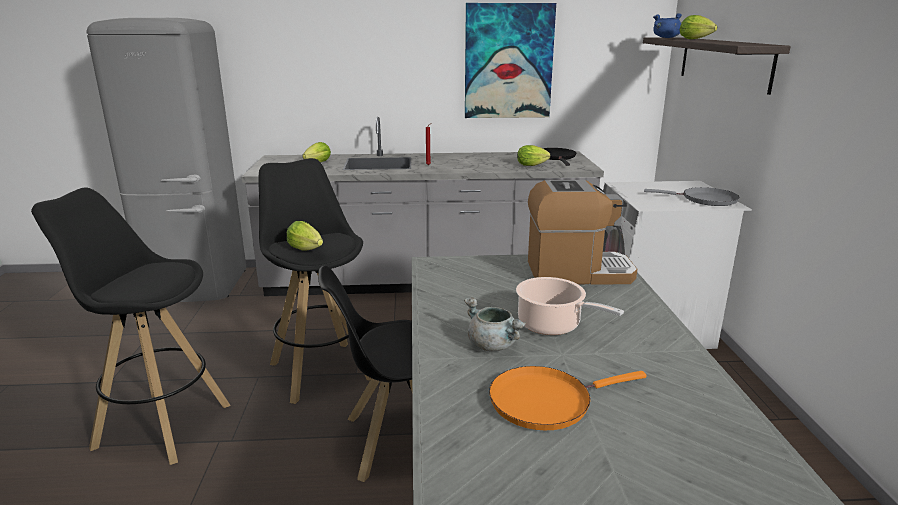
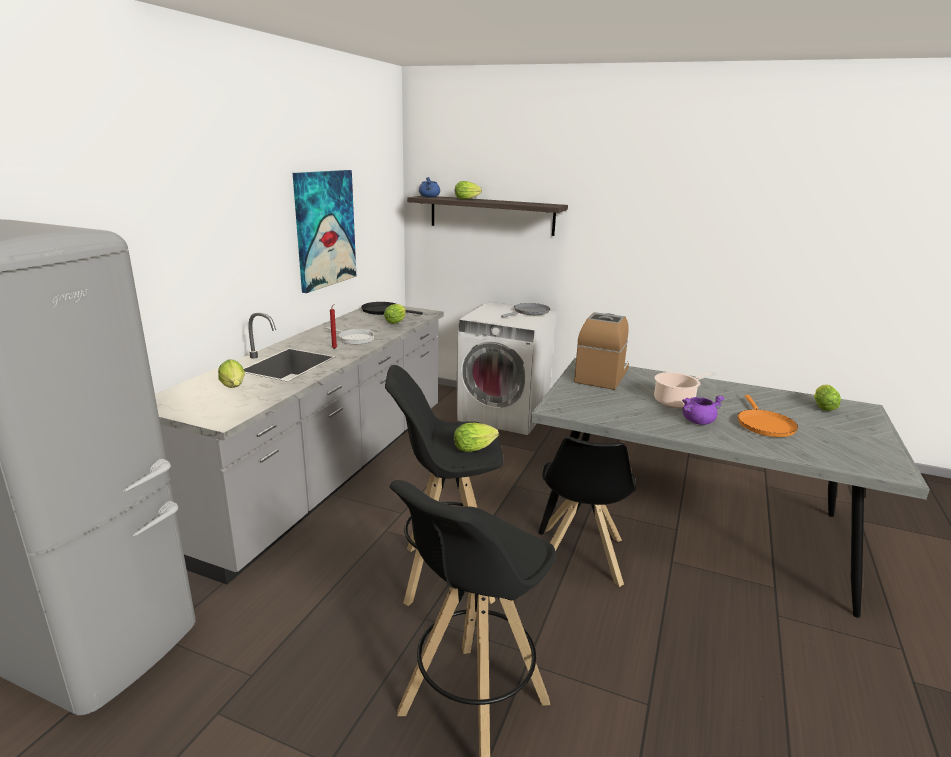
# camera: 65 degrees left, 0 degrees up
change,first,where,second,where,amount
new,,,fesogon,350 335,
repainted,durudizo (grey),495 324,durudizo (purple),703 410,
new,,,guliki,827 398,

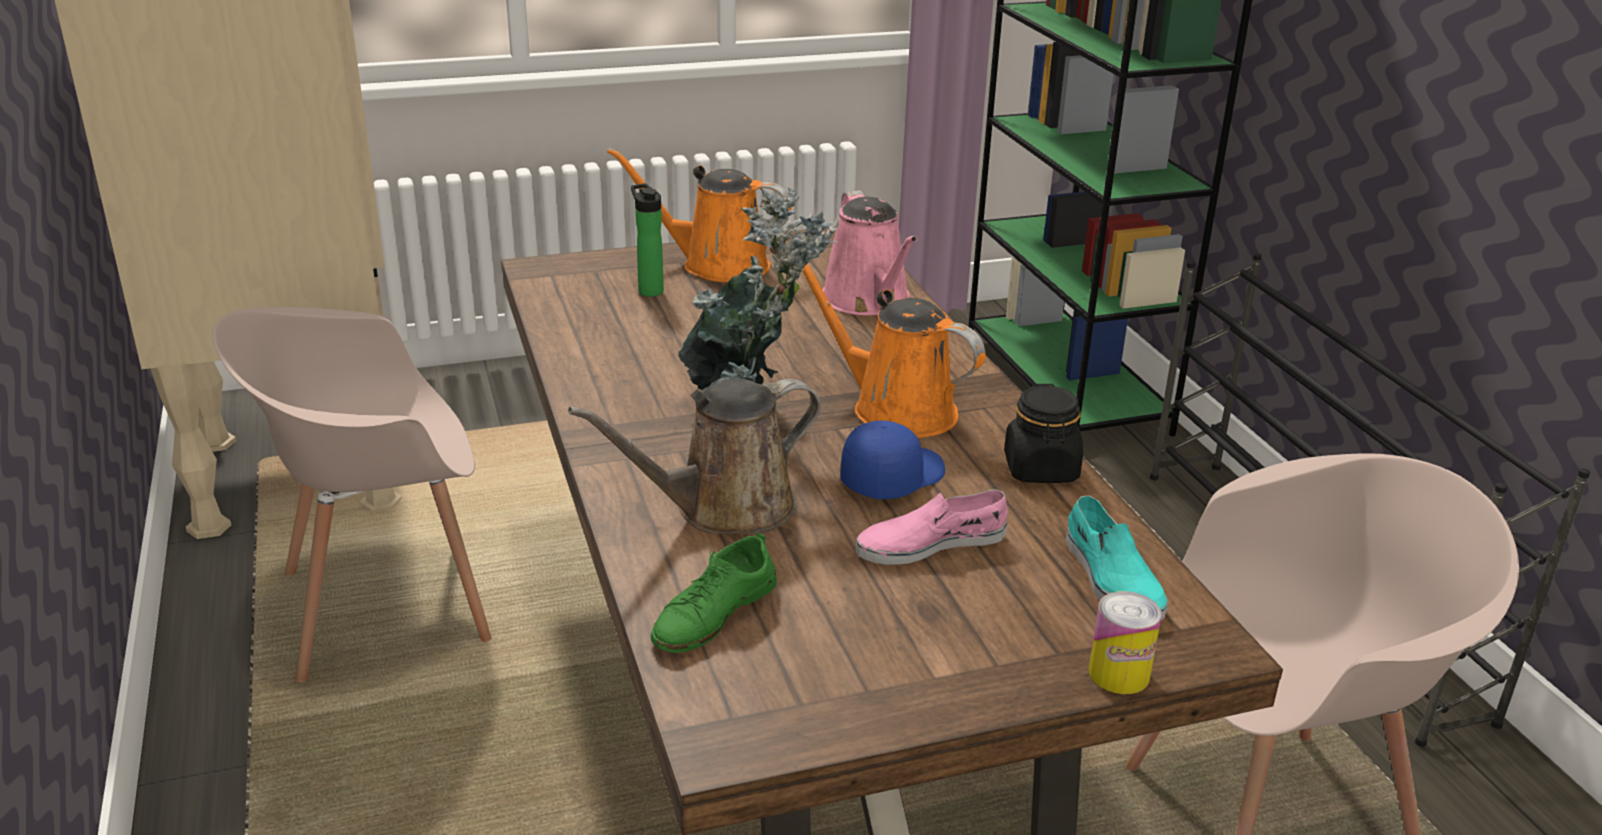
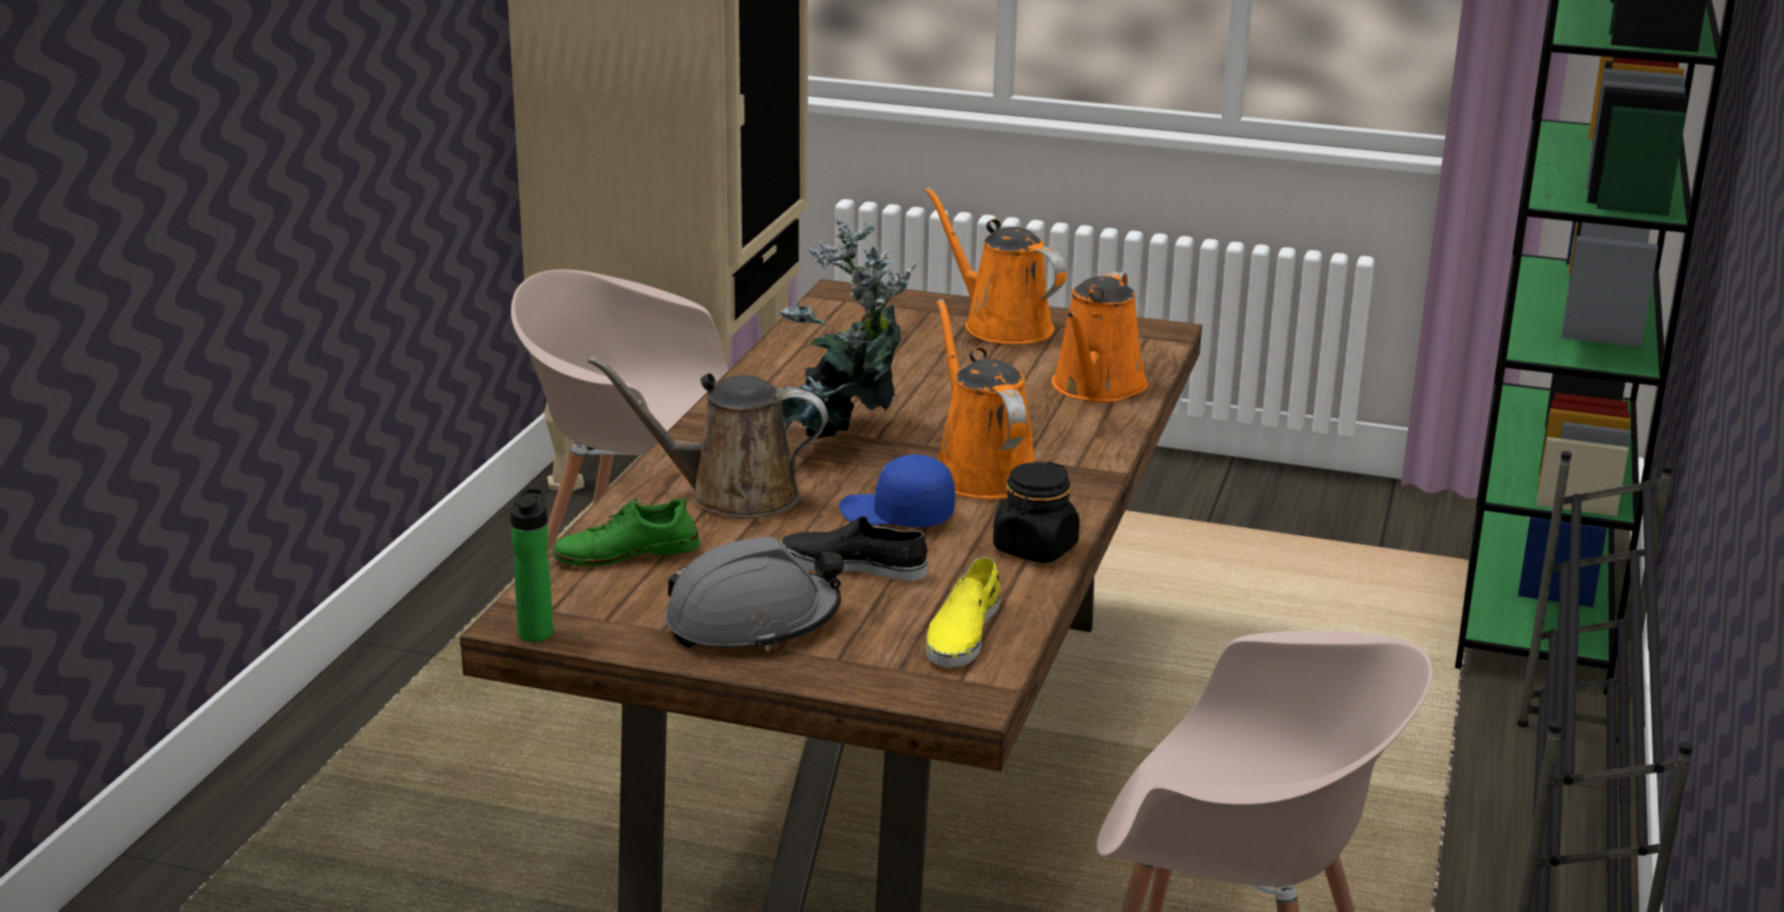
# camera: 35 degrees right, 5 degrees down
change,first,where,second,where,amount
shifted,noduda,647 240,,531 564,
new,,,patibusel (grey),754 593,
repainted,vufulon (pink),932 527,vufulon (black),854 548,
rotated,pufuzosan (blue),892 460,,897 491,150 degrees counterclockwise
repainted,vufulon (turquoise),1117 558,vufulon (yellow),963 612,
repainted,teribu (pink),870 253,teribu (orange),1100 336,
gone,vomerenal,1125 642,,,

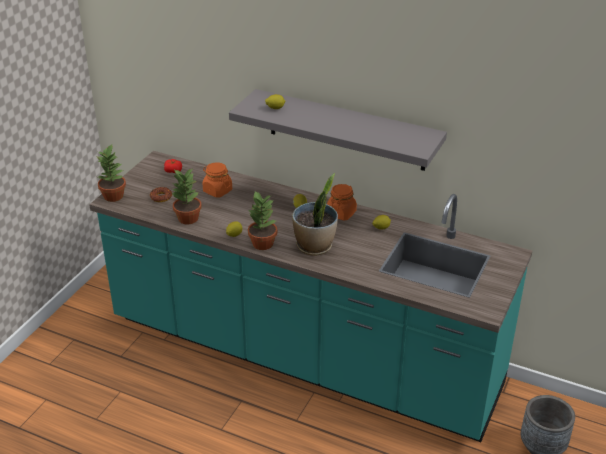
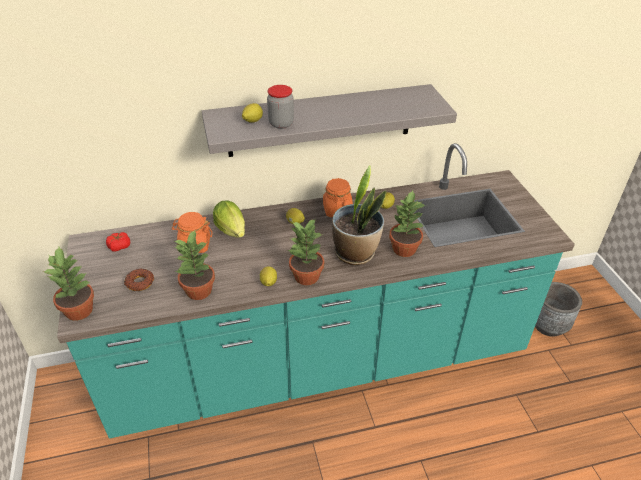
# camera: 40 degrees left, 5 degrees up
change,first,where,second,where,amount
new,,,guliki,229 219,
new,,,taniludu,280 107,
new,,,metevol,407 224,

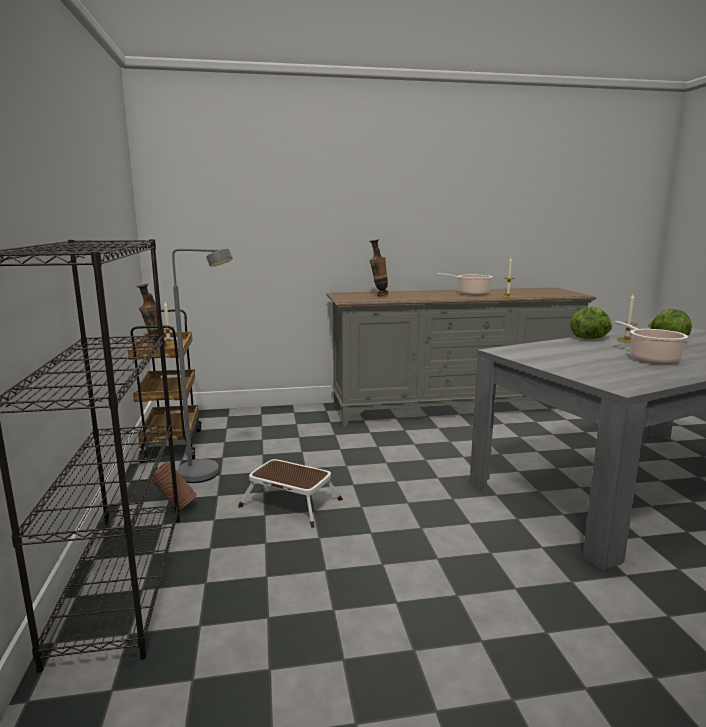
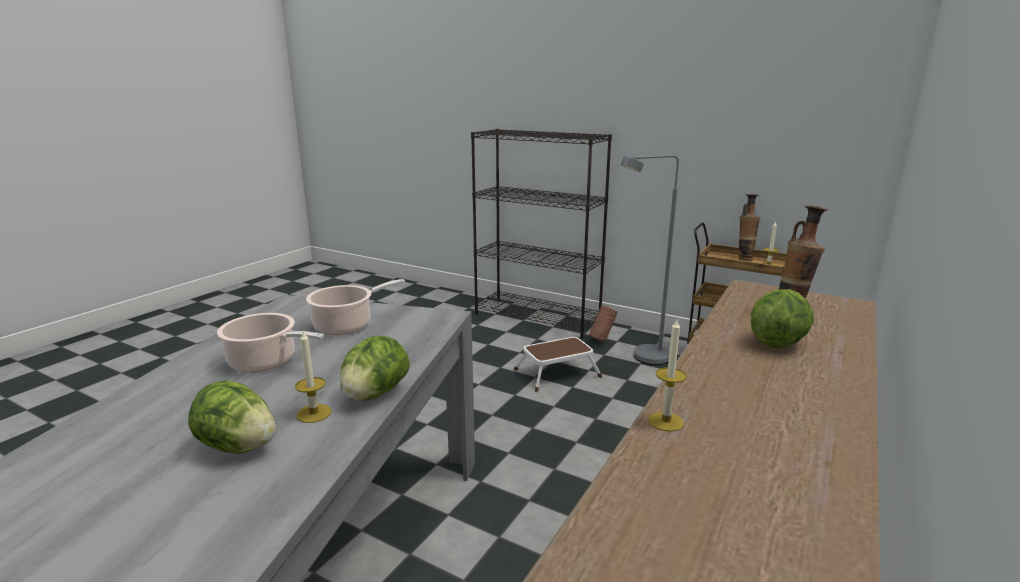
# camera: 130 degrees right, 5 degrees up
change,first,where,second,where,amount
shifted,durudizo,464 284,,355 307,
new,,,guliki,782 318,

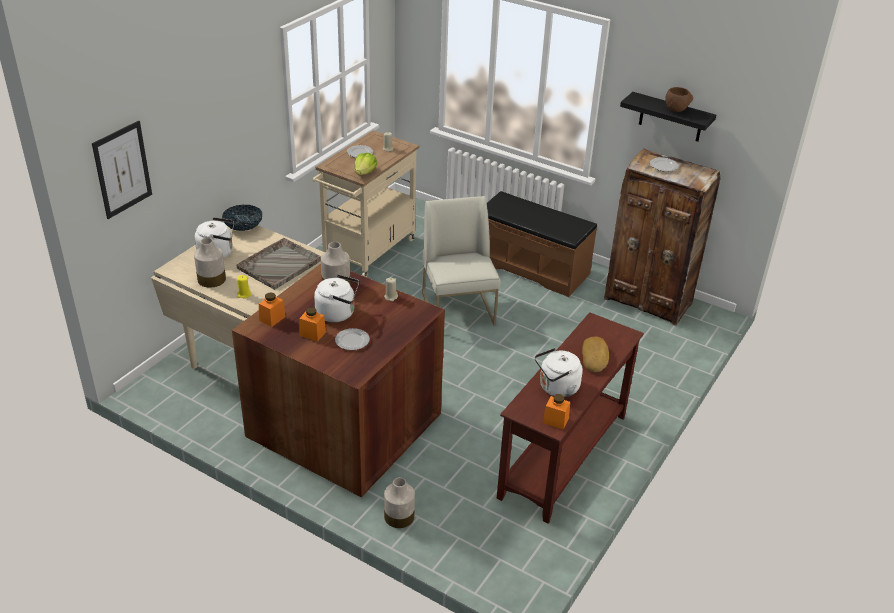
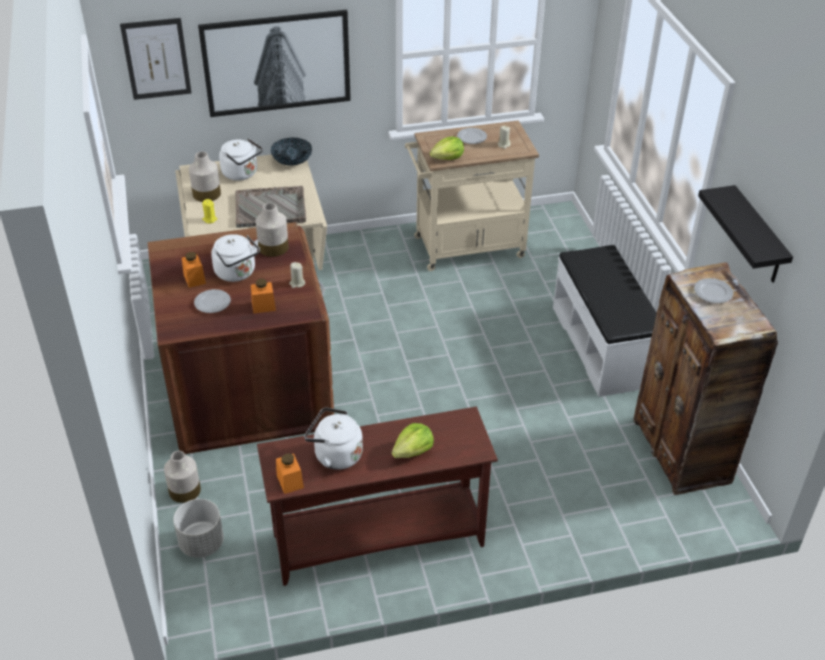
# camera: 45 degrees right, 5 degrees up
change,first,where,second,where,amount
new,,,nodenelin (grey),198 528,
new,,,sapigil,274 63,
shifted,taniludu (orange),272 309,,263 296,
swapped,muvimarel,595 354,guliki,413 440,
repainted,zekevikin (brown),542 244,zekevikin (white),605 321,
gone,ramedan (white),461 260,,,
gone,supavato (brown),679 99,,,

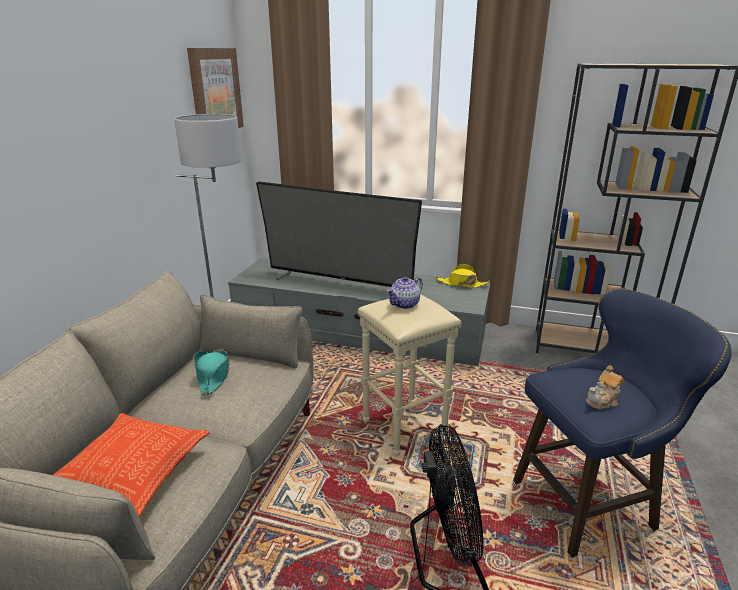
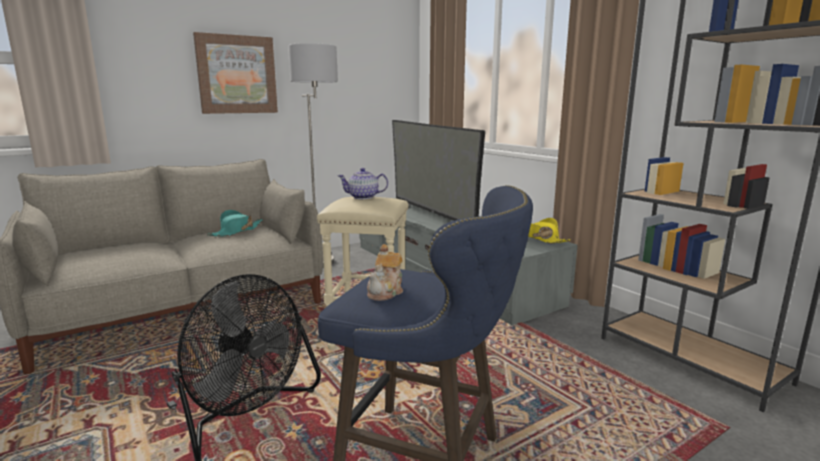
# camera: 40 degrees right, 10 degrees down
change,first,where,second,where,amount
shifted,sapigil,215 88,,235 73,
rotated,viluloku,605 387,,385 272,75 degrees counterclockwise
gone,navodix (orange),131 465,,,

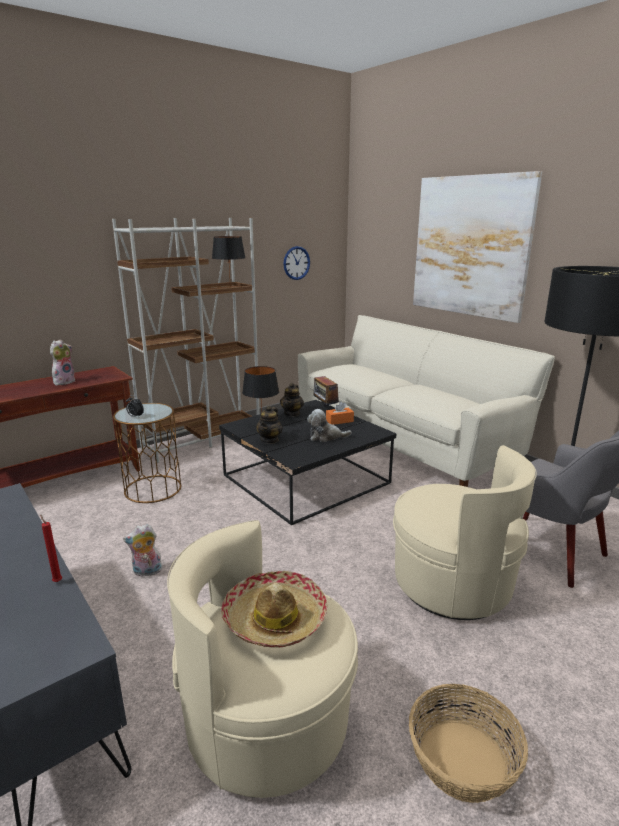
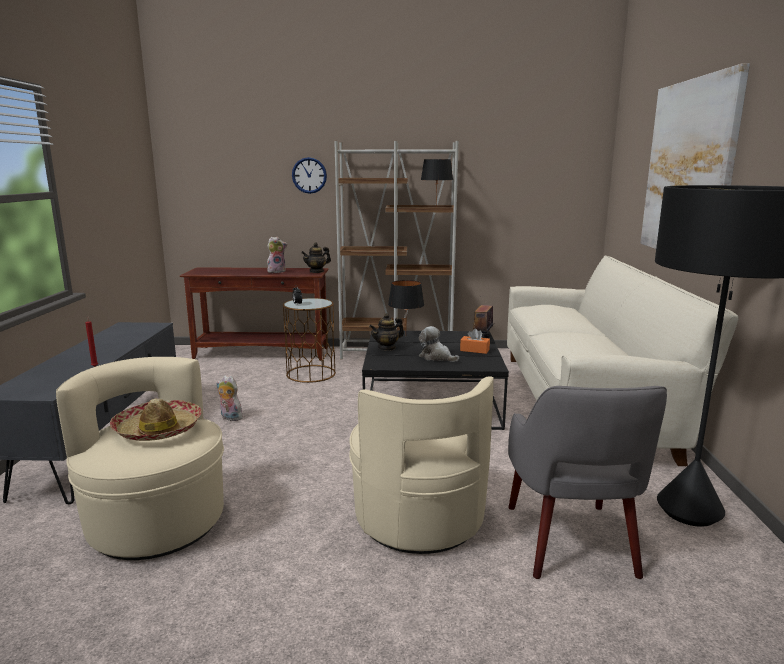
# camera: 40 degrees right, 5 degrees down
change,first,where,second,where,amount
shifted,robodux,296 263,,309 175,
shifted,viluloku,292 400,,316 257,
gone,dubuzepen,468 743,,,

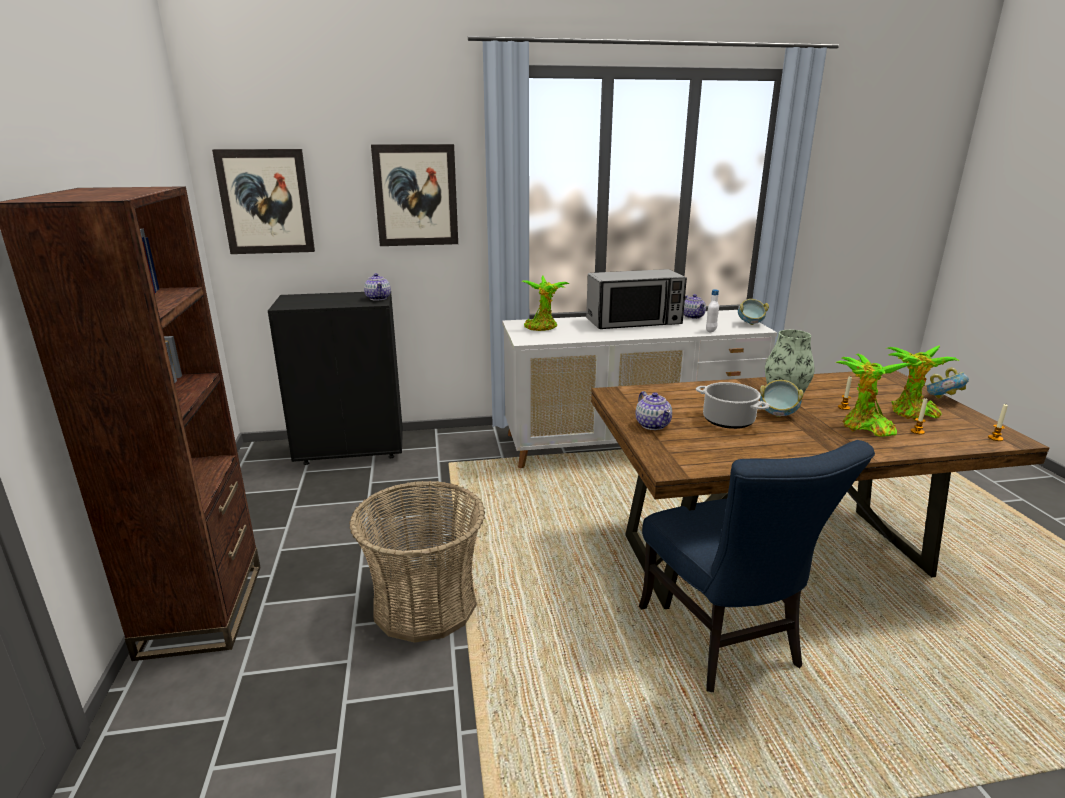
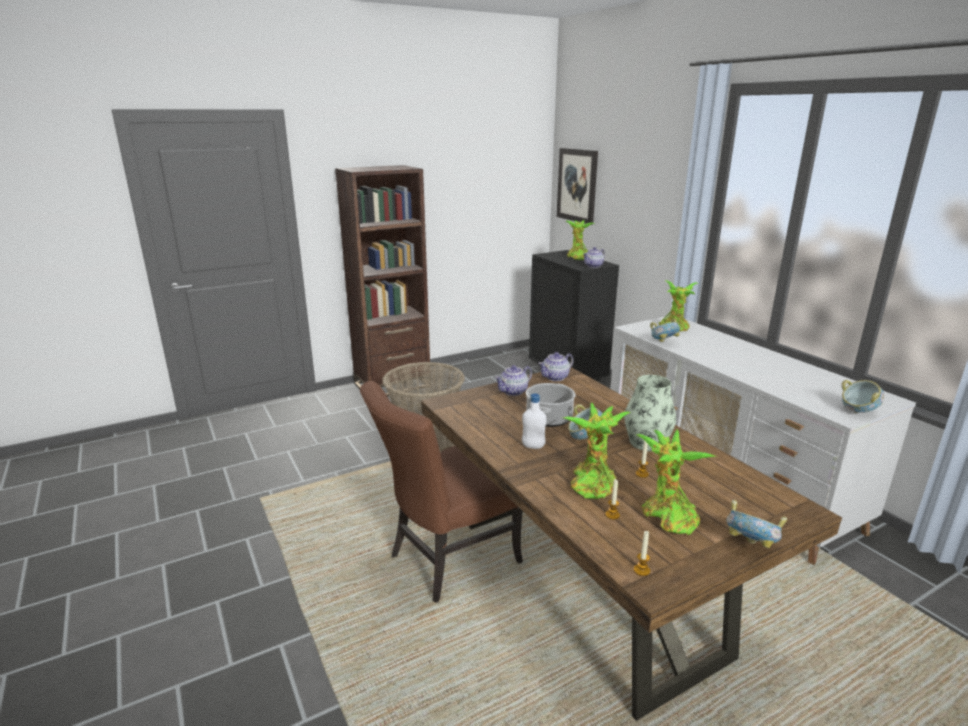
# camera: 70 degrees right, 0 degrees up
change,first,where,second,where,amount
repainted,ramedan (blue),757 566,ramedan (brown),441 492,
shifted,noduda (white),712 310,,534 421,
shifted,viluloku,694 306,,555 366,
new,,,metevol,579 240,
new,,,supavato,665 330,
gone,sapigil,414 195,,,
gone,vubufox,636 299,,,

